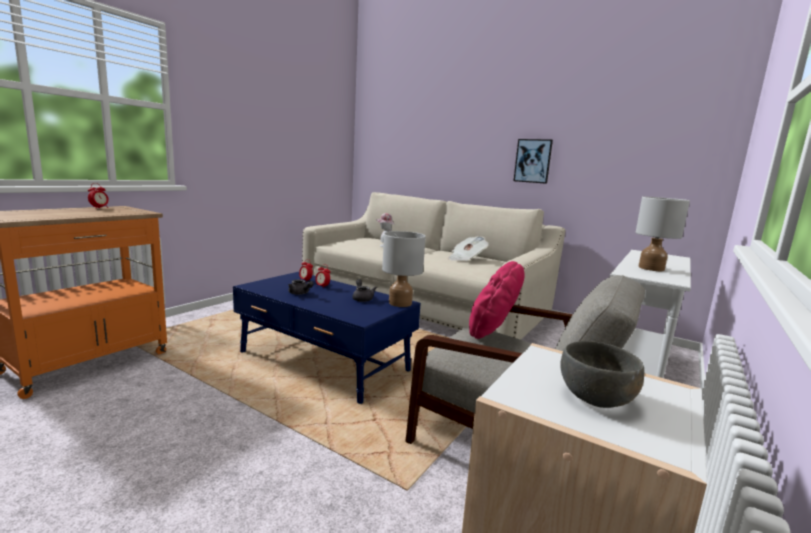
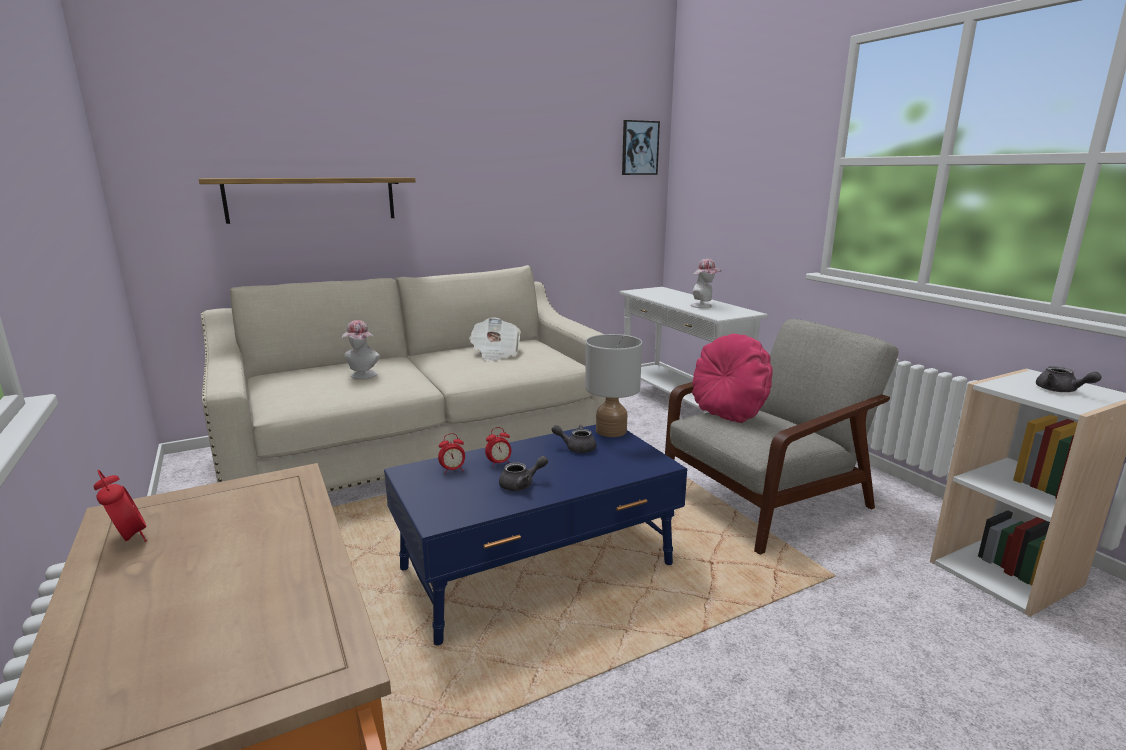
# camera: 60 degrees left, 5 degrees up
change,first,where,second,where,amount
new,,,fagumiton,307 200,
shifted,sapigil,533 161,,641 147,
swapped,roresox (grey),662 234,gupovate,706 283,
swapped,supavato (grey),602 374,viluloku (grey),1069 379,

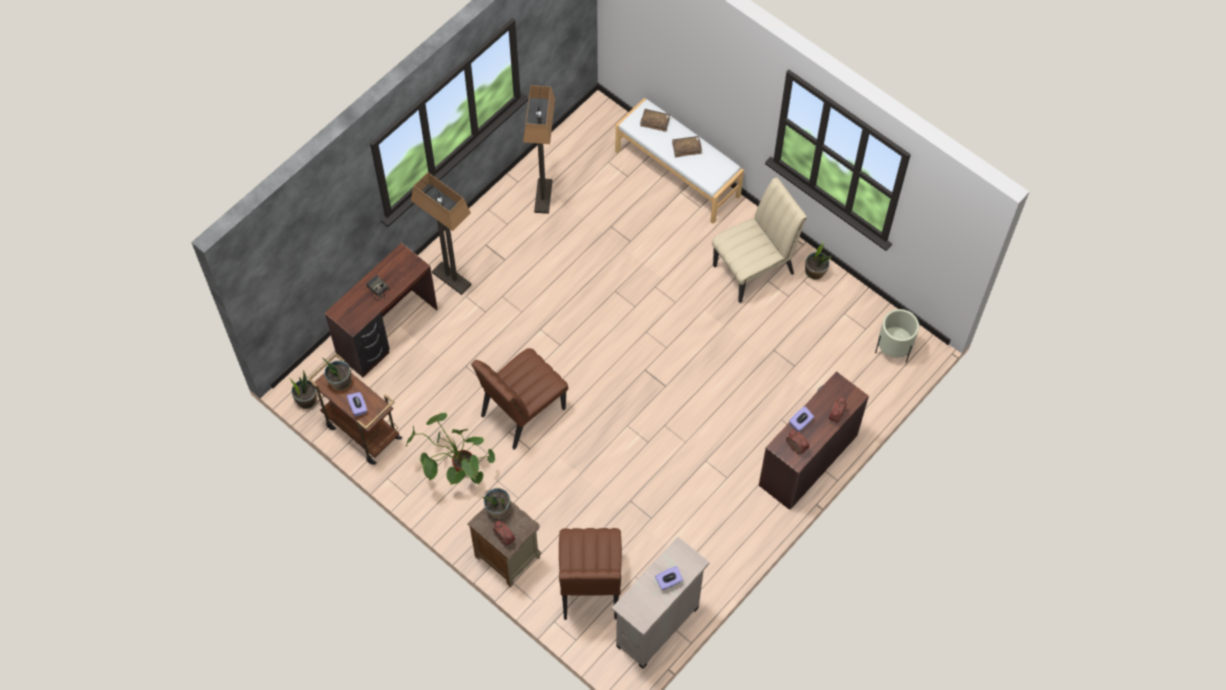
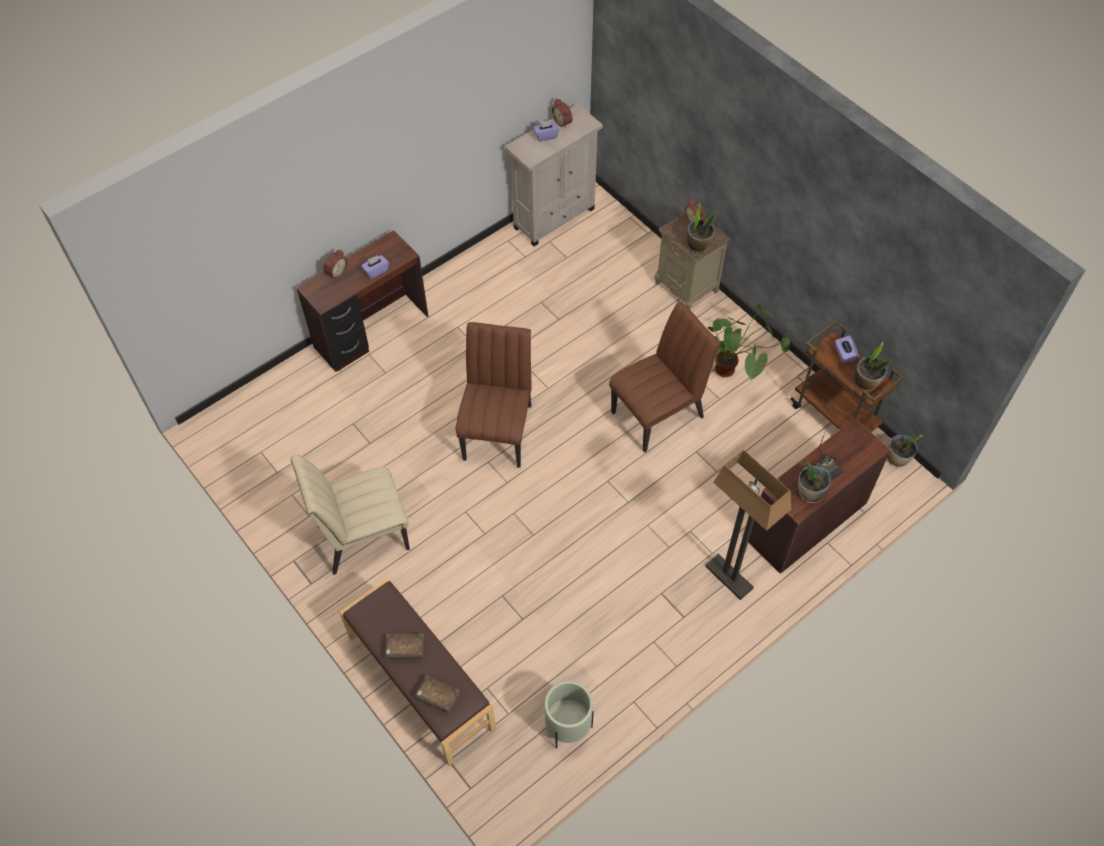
# camera: 170 degrees left, 5 degrees down
change,first,where,second,where,amount
repainted,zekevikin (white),679 161,zekevikin (brown),417 672,
shifted,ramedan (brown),590 574,,494 395,
shifted,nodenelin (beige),897 336,,569 714,
shifted,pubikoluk,797 442,,562 113,
shifted,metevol,818 260,,814 481,
gone,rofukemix,539 149,,,

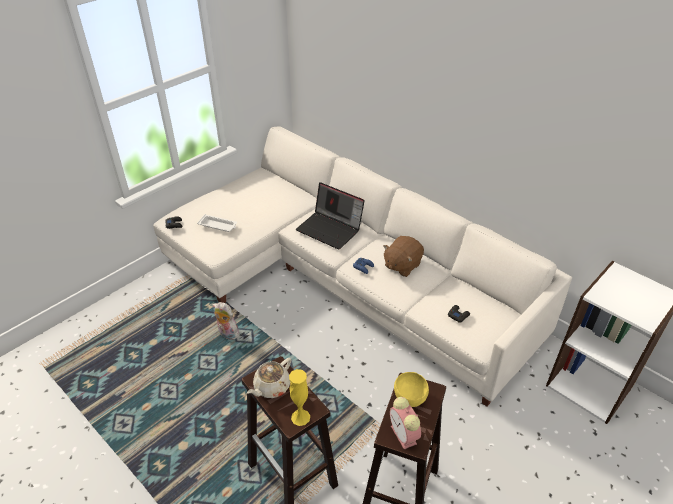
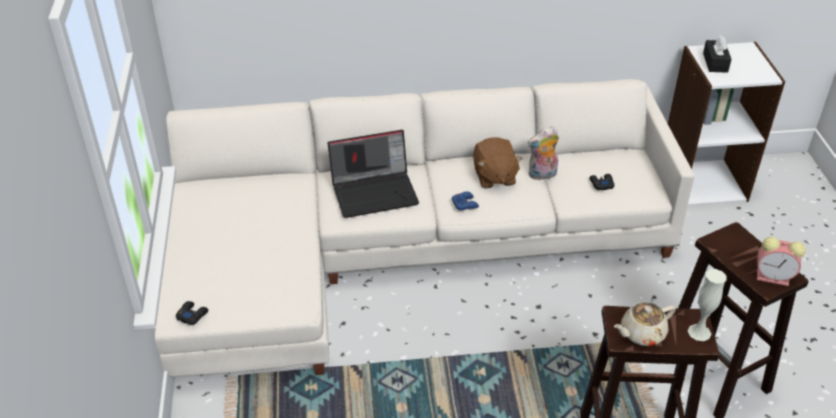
# camera: 50 degrees left, 0 degrees up
change,first,where,second,where,amount
shifted,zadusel,225 321,,543 153,
rotated,viluloku (beige),269 377,,645 324,75 degrees clockwise
repainted,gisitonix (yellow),299 397,gisitonix (white),707 305,
new,,,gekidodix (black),717 54,
gone,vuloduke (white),217 223,,,
gone,supavato (yellow),411 389,,,

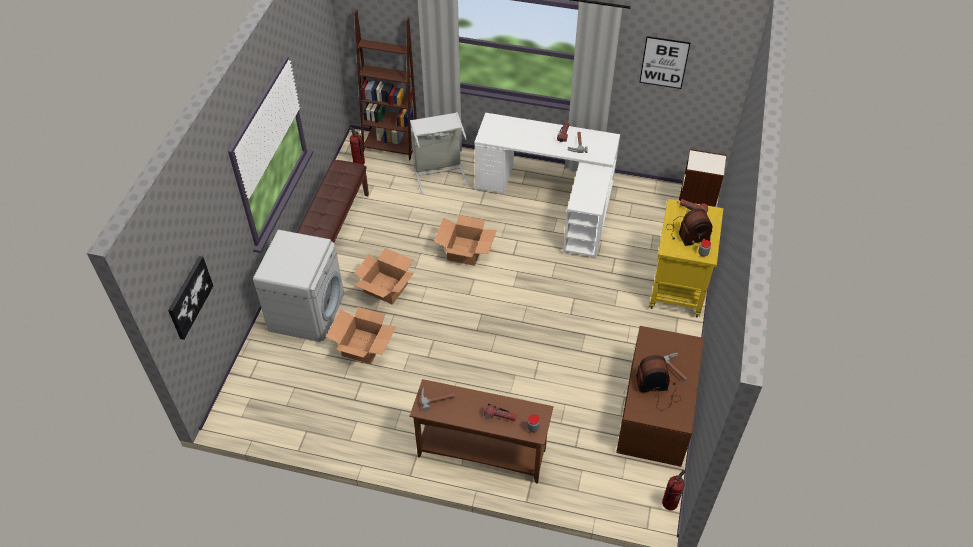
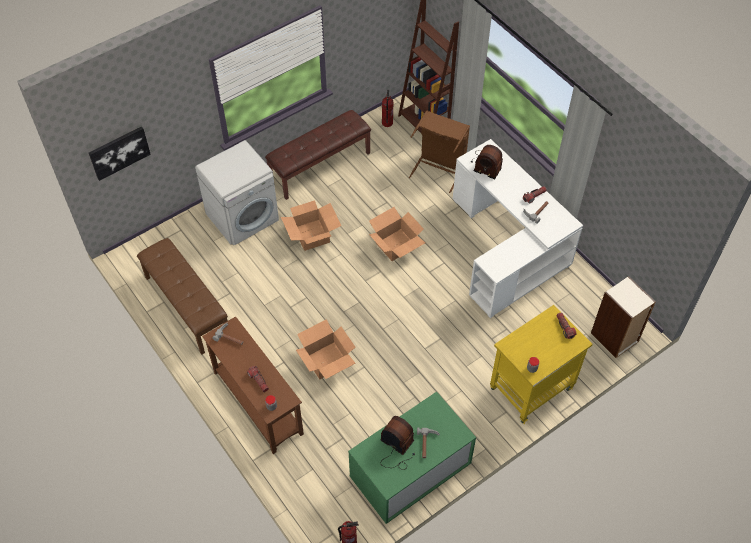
# camera: 40 degrees right, 5 degrees up
change,first,where,second,where,amount
new,,,zekevikin (brown),182 296,
shifted,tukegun,361 335,,325 349,
repainted,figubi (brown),660 396,figubi (green),412 458,
repainted,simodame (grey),439 153,simodame (brown),439 152,
shifted,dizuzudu,689 227,,487 162,
gone,sapigil,664 62,,,

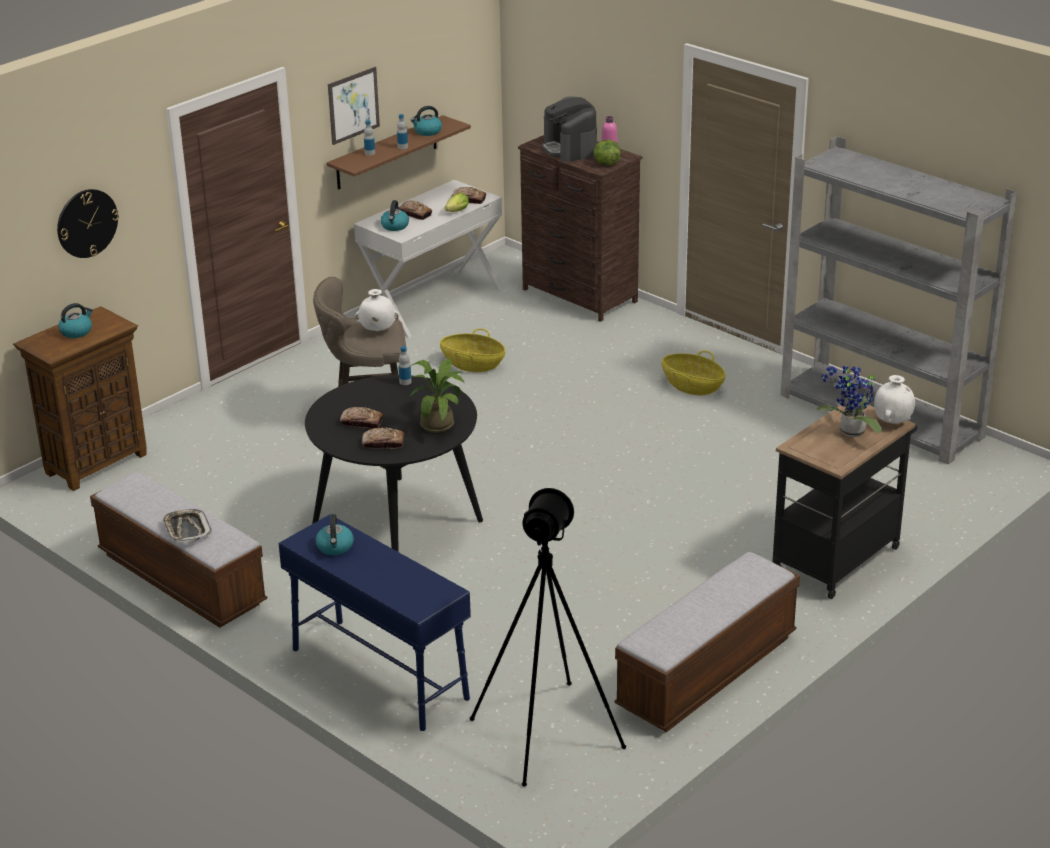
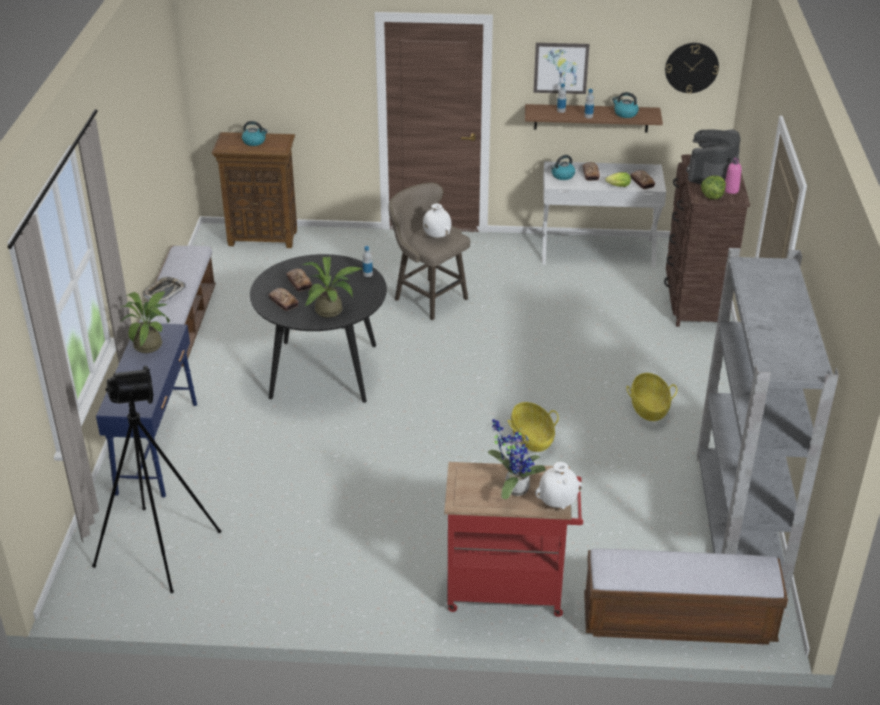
# camera: 50 degrees right, 5 degrees up
change,first,where,second,where,amount
swapped,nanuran,335 534,metevol,145 322,
repainted,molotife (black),845 498,molotife (red),513 539,
shifted,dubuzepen,472 350,,533 427,
shifted,zekevikin,707 642,,686 597,
shifted,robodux,88 223,,692 68,

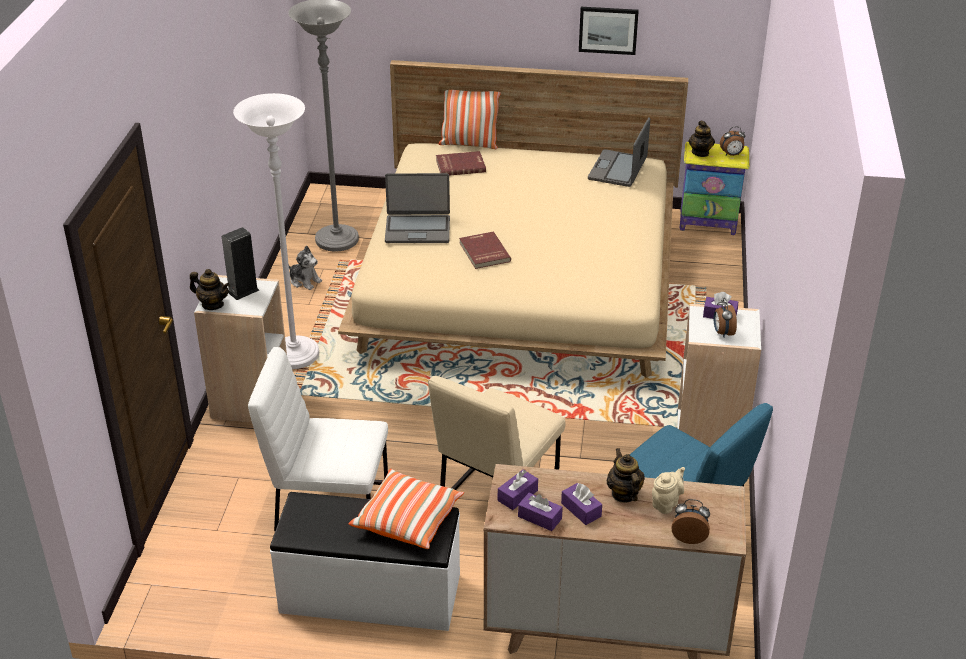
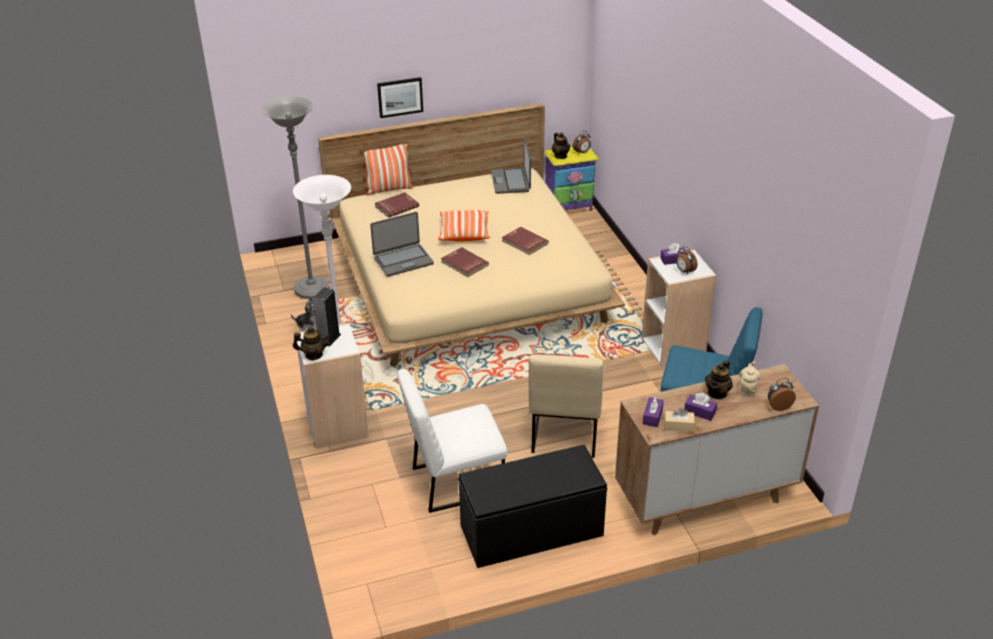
# camera: 25 degrees left, 0 degrees up
change,first,where,second,where,amount
shifted,sapigil,609 31,,400 97,
shifted,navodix,406 509,,464 226,
repainted,zekevikin (white),365 561,zekevikin (black),532 506,
new,,,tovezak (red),525 241,
repainted,gekidodix (purple),540 512,gekidodix (beige),679 420,
rotated,viluloku,626 475,,719 379,105 degrees counterclockwise

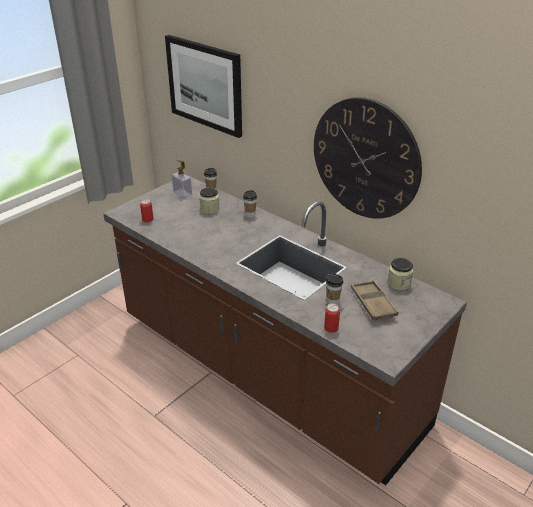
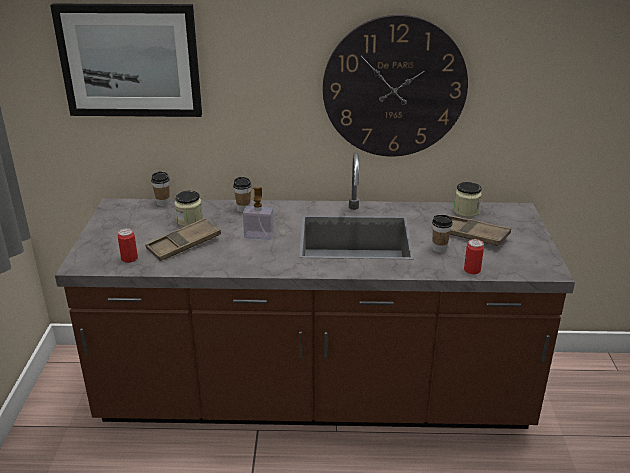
# camera: 40 degrees left, 5 degrees down
change,first,where,second,where,amount
new,,,vuloduke (brown),183 239,
shifted,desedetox,182 179,,258 213,

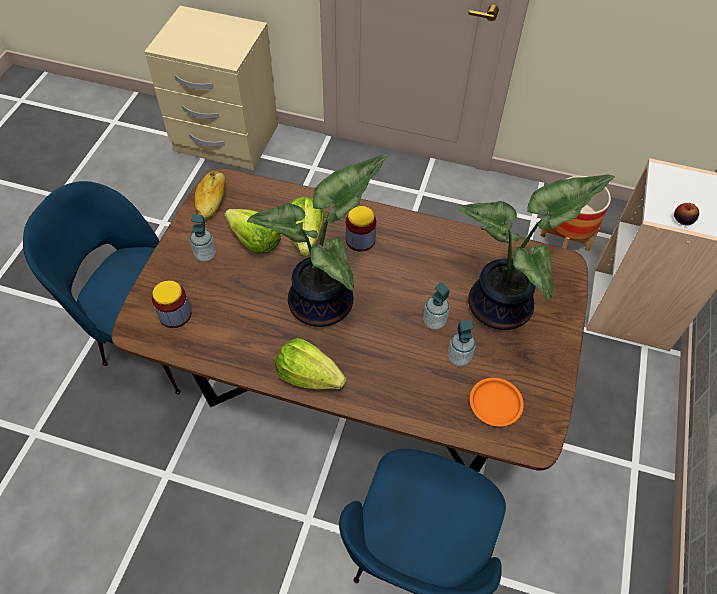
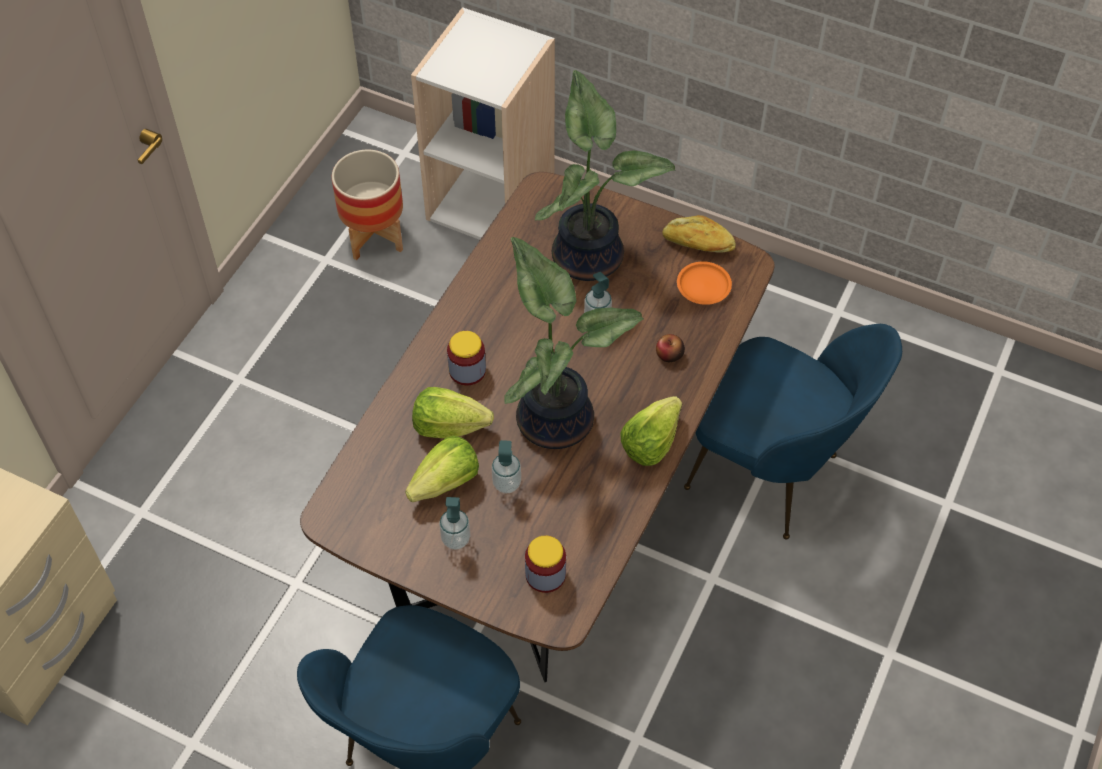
# camera: 80 degrees left, 0 degrees up
change,first,where,second,where,amount
shifted,desedetox,462 343,,506 467,
shifted,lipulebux,686 214,,670 348,
shifted,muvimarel,209 195,,699 234,

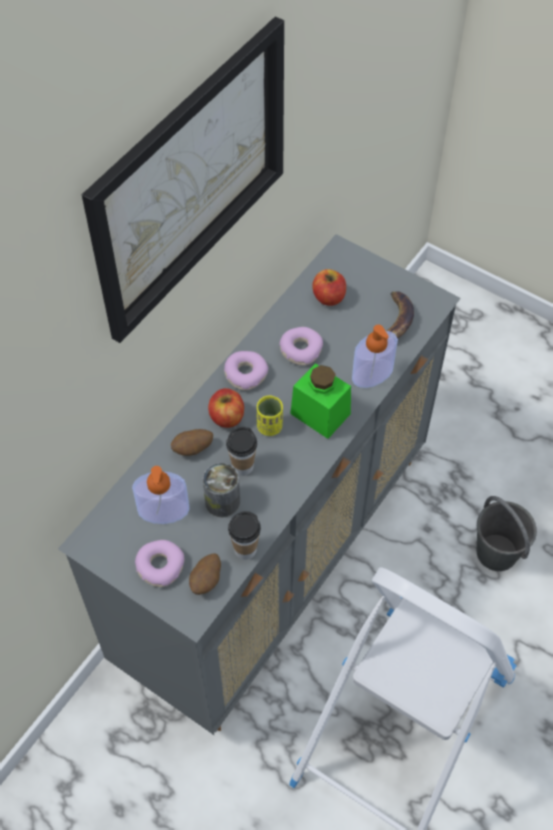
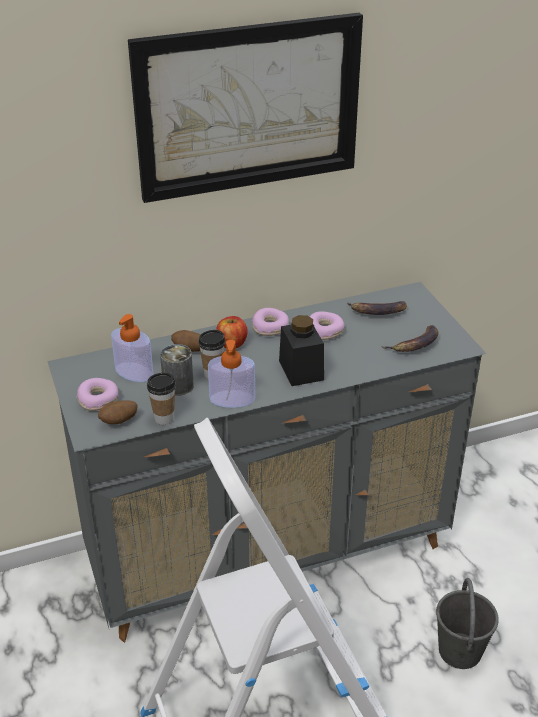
# camera: 35 degrees right, 20 degrees down
change,first,where,second,where,amount
shifted,desedetox,375 356,,231 374,
repainted,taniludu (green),320 401,taniludu (black),301 350,
swapped,lipulebux,329 287,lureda,377 308,
gone,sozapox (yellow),270 416,,,

